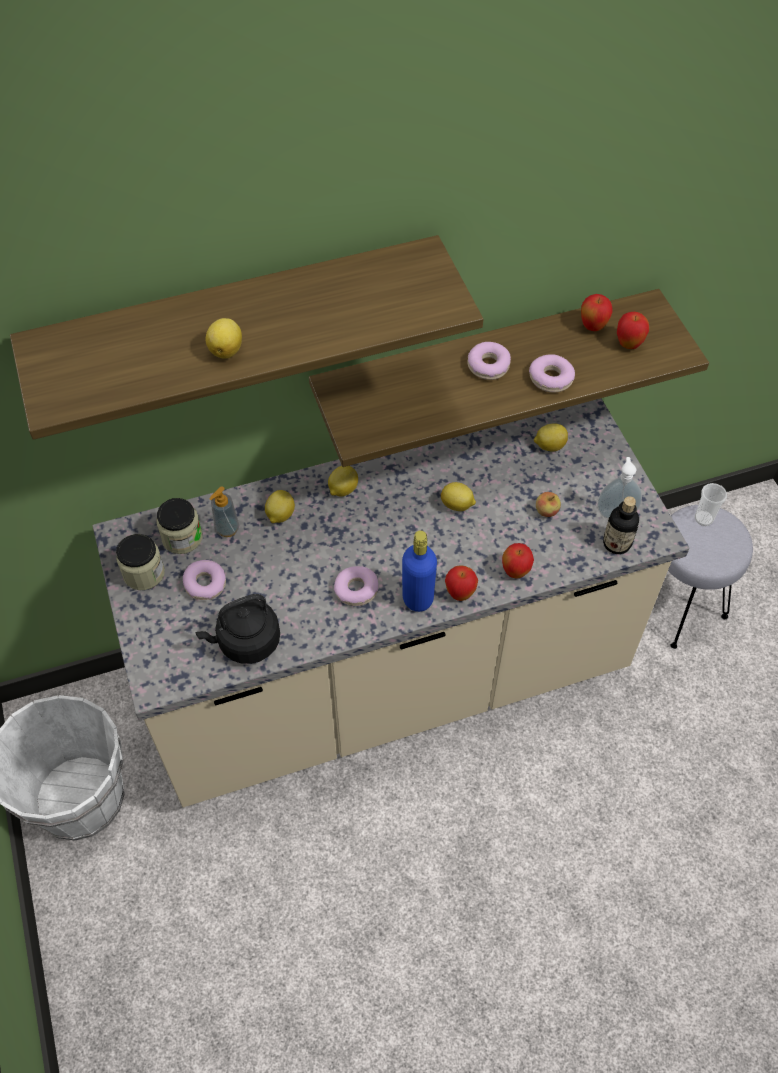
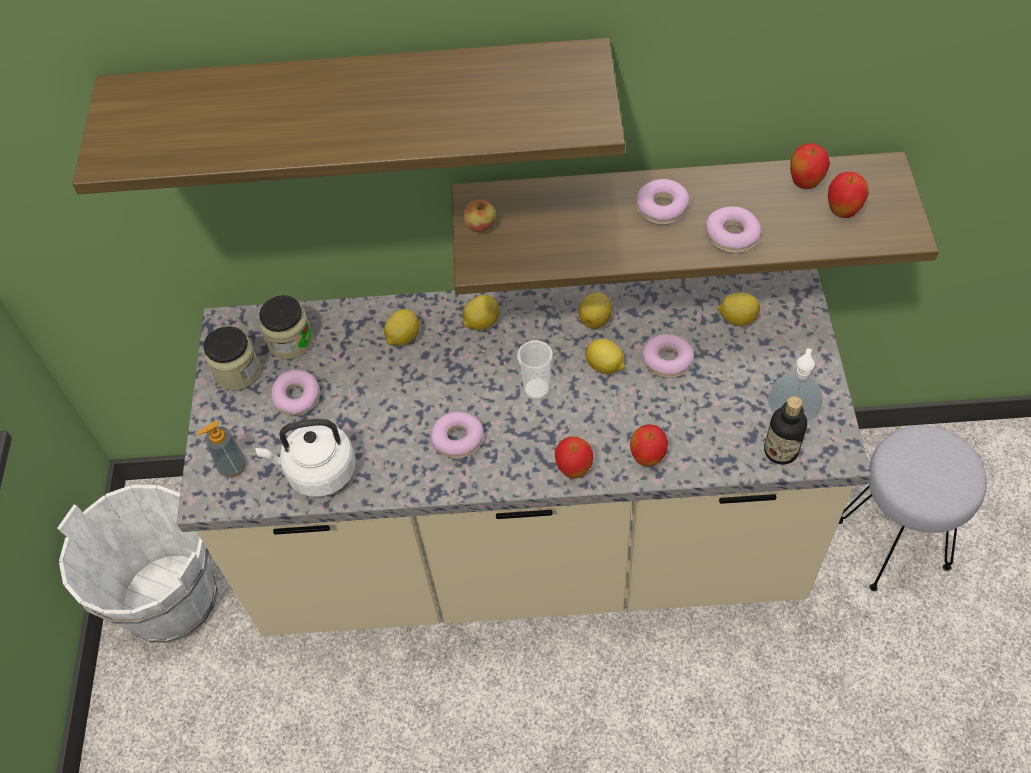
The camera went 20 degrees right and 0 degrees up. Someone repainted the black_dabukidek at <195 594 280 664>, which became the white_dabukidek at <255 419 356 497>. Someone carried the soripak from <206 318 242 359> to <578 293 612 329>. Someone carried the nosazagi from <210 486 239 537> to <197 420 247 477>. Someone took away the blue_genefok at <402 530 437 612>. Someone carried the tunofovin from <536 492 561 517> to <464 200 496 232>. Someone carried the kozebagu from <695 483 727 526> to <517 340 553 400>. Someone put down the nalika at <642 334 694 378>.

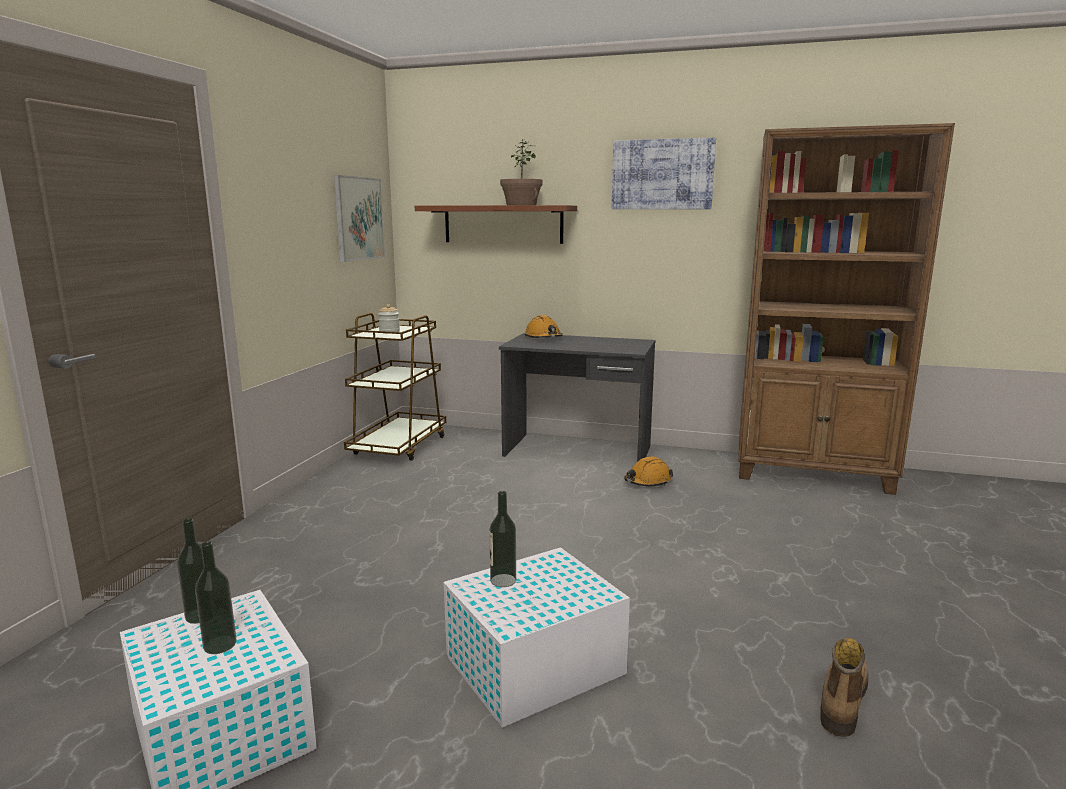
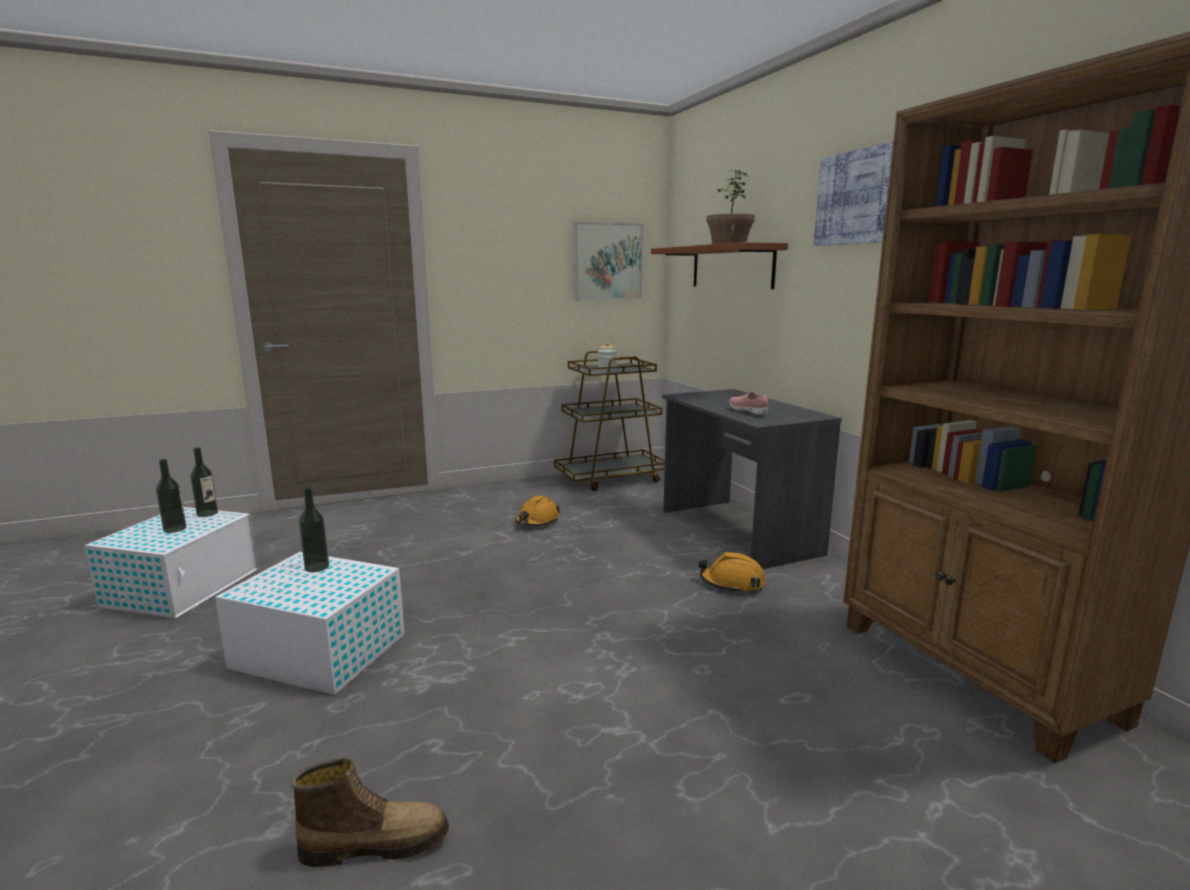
The camera went 50 degrees right and 0 degrees up. Someone carried the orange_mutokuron from <525 315 563 338> to <515 496 560 526>. Someone put down the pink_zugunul at <729 392 768 415>.

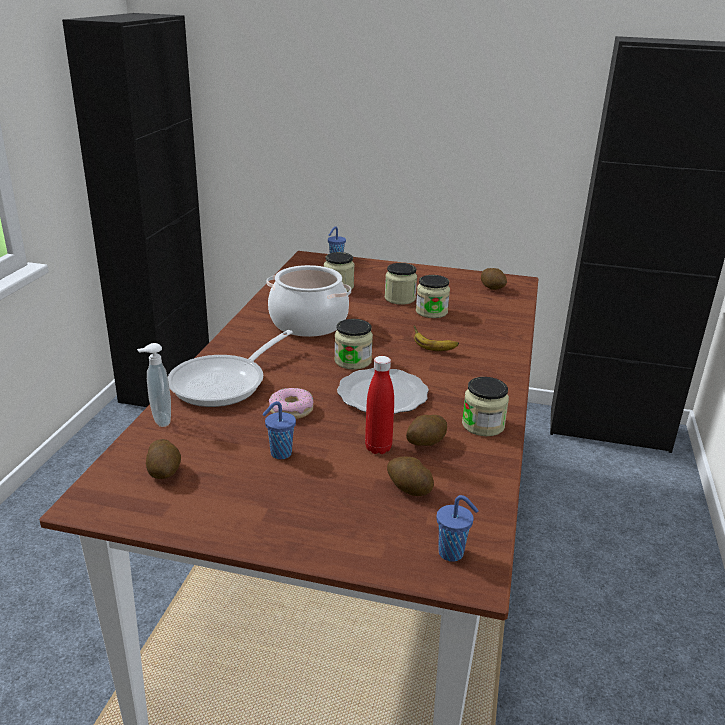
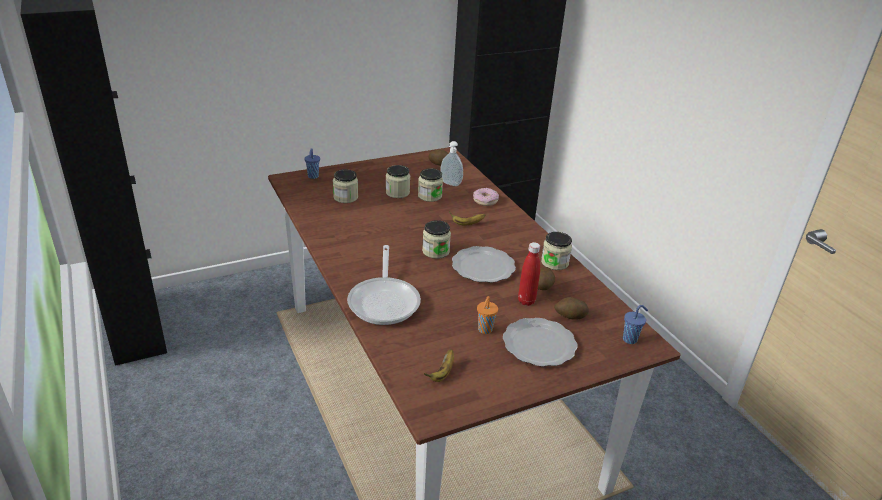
The camera went 40 degrees left and 5 degrees up. Someone carried the nosazagi from <137 343 171 427> to <440 141 463 186>. Someone swapped the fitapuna at <146 439 181 479> for the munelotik at <424 349 454 382>. Someone repainted the blue_kozebagu at <262 401 296 459>, which became the orange_kozebagu at <477 296 498 334>. Someone took away the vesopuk at <267 265 351 337>. Someone carried the nalika from <269 388 313 419> to <473 188 499 206>. Someone put down the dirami at <503 318 578 367>.

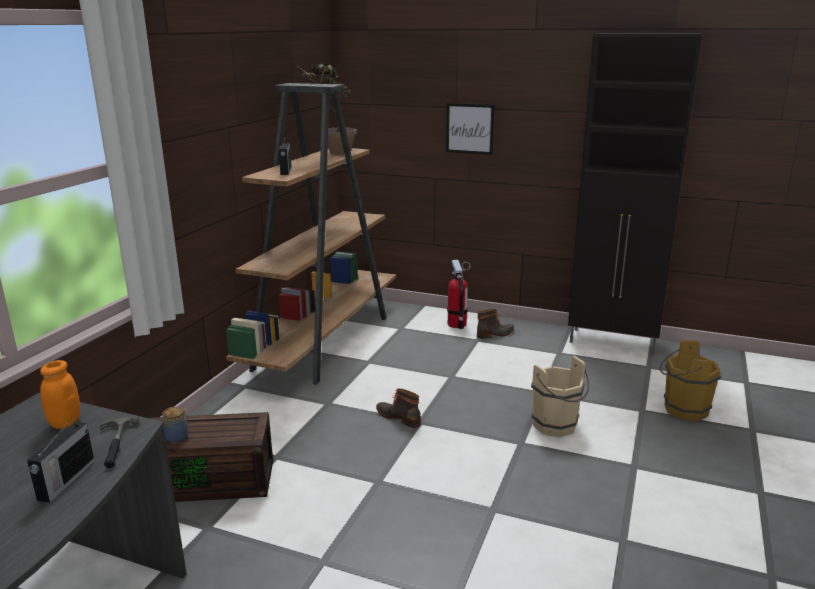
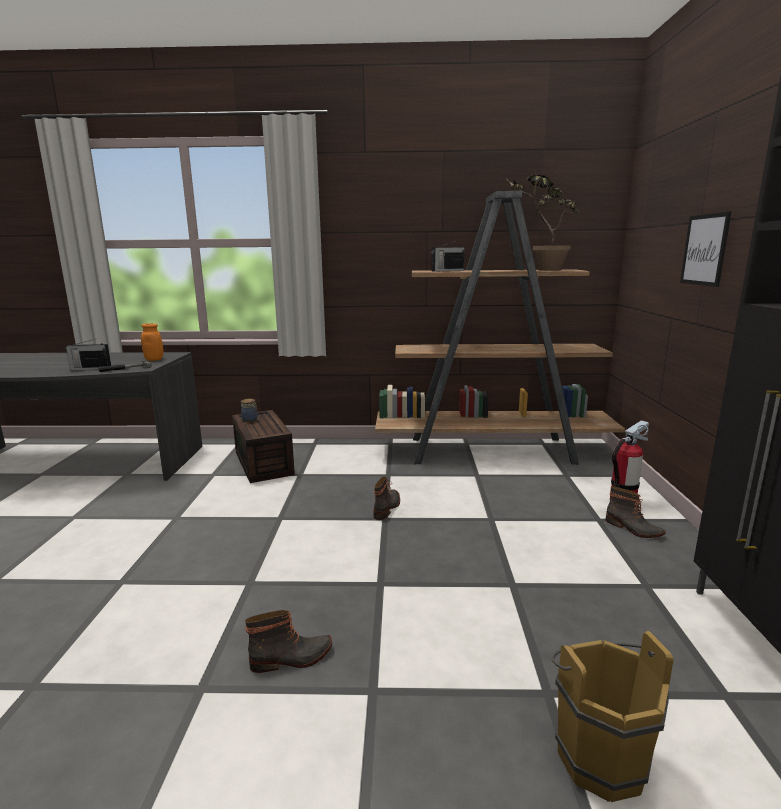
The camera went 70 degrees right and 5 degrees down. Someone took away the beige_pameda at <531 356 589 437>. Someone put down the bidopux at <245 610 332 673>.

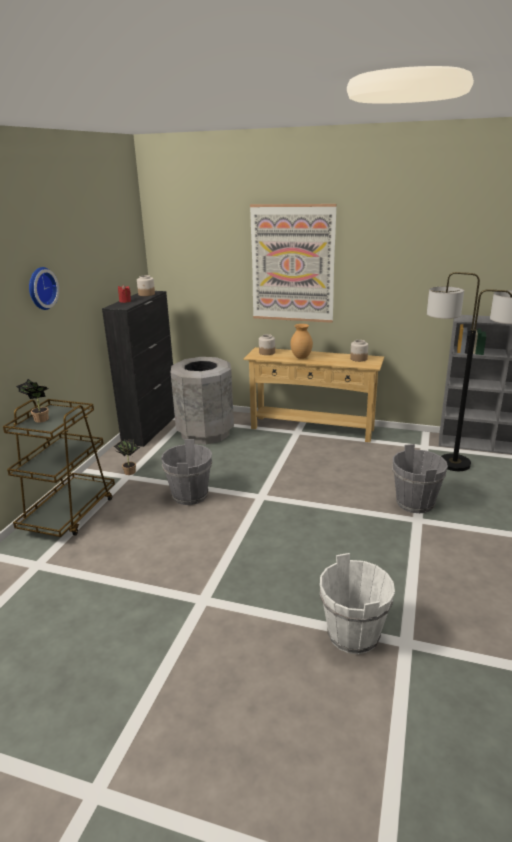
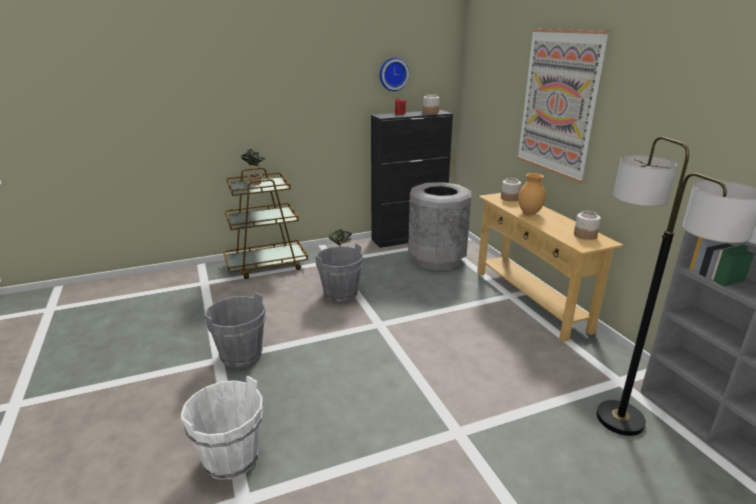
The camera went 50 degrees right and 0 degrees up. Someone carried the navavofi from <29 267 59 310> to <380 57 409 91>. Someone carried the grey_pameda from <392 444 448 513> to <204 292 266 367>.

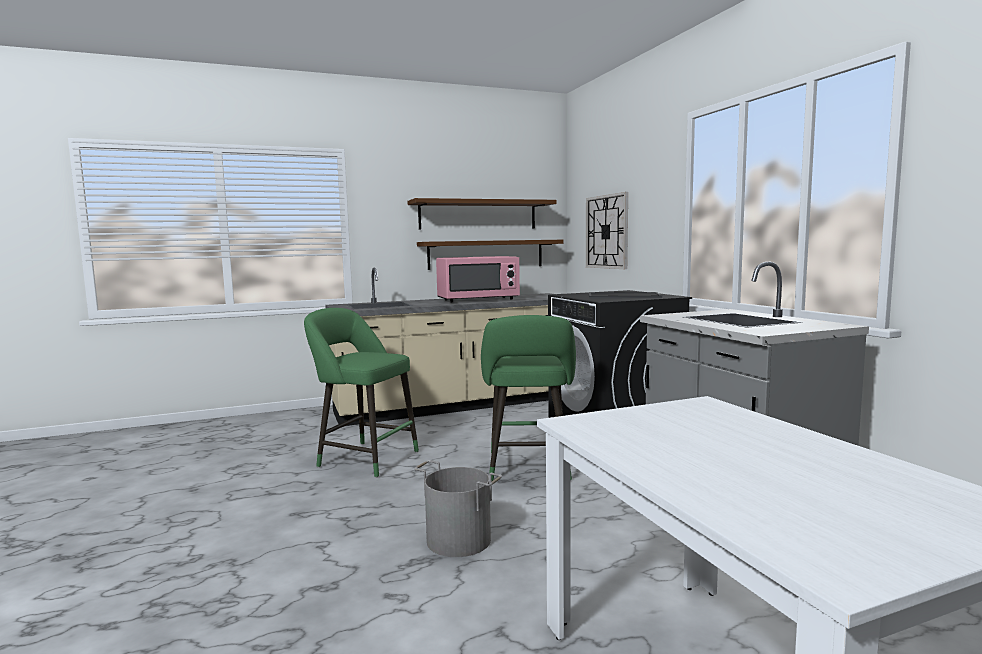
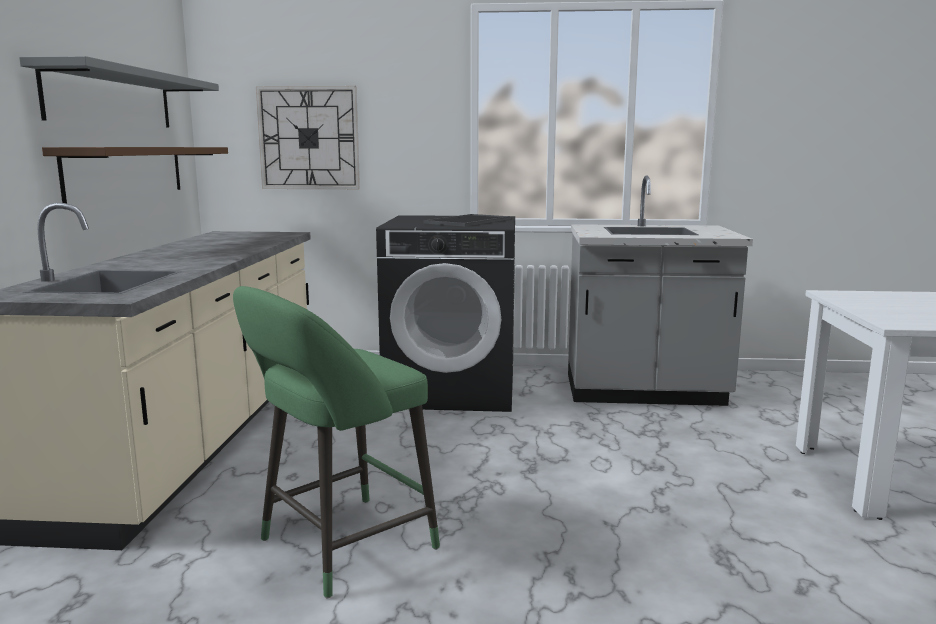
The camera went 65 degrees left and 5 degrees up. Someone repainted the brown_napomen at <408 198 557 229>, which became the grey_napomen at <19 56 219 128>. Someone took away the grey_pameda at <414 460 502 557>. Someone took away the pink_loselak at <436 256 520 302>. Someone took away the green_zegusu at <481 315 576 481>.

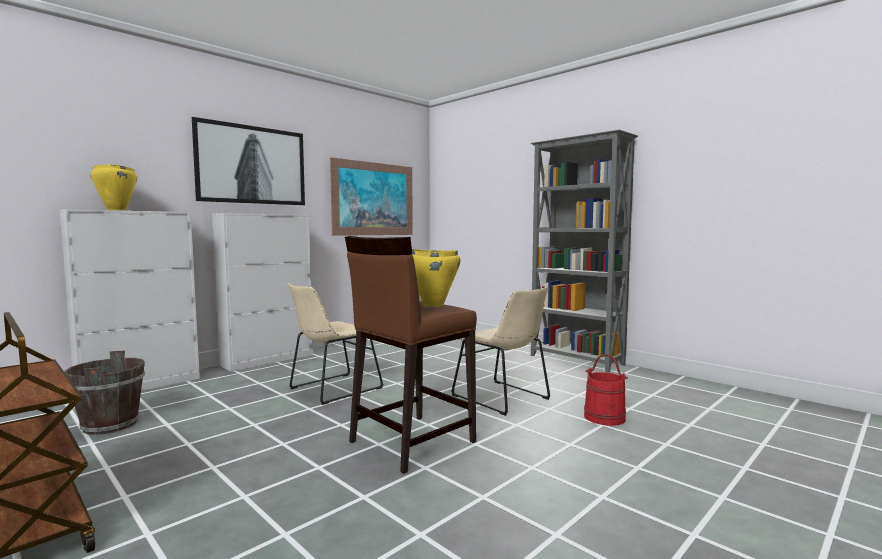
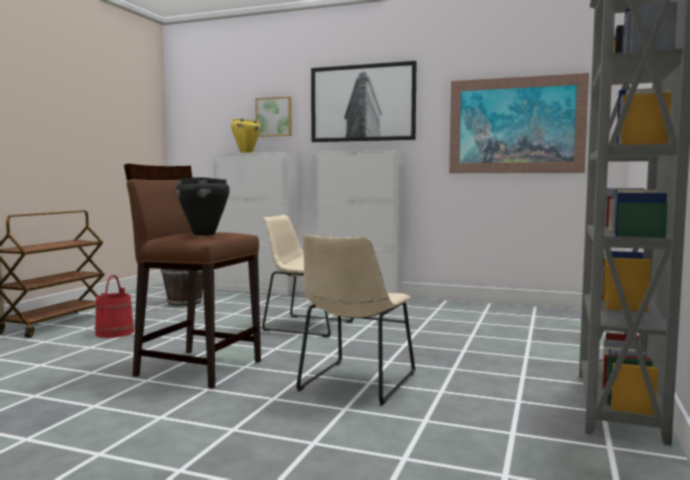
The camera went 65 degrees right and 0 degrees up. Someone repainted the yellow_vesopuk at <412 249 461 307>, which became the black_vesopuk at <176 177 230 236>. Someone carried the red_pameda from <584 354 628 426> to <95 275 134 338>. Someone put up the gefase at <255 96 292 137>.

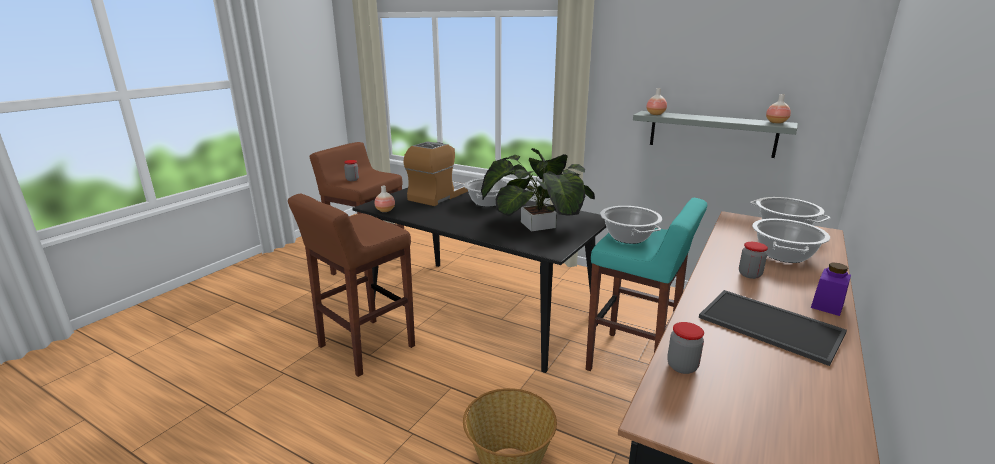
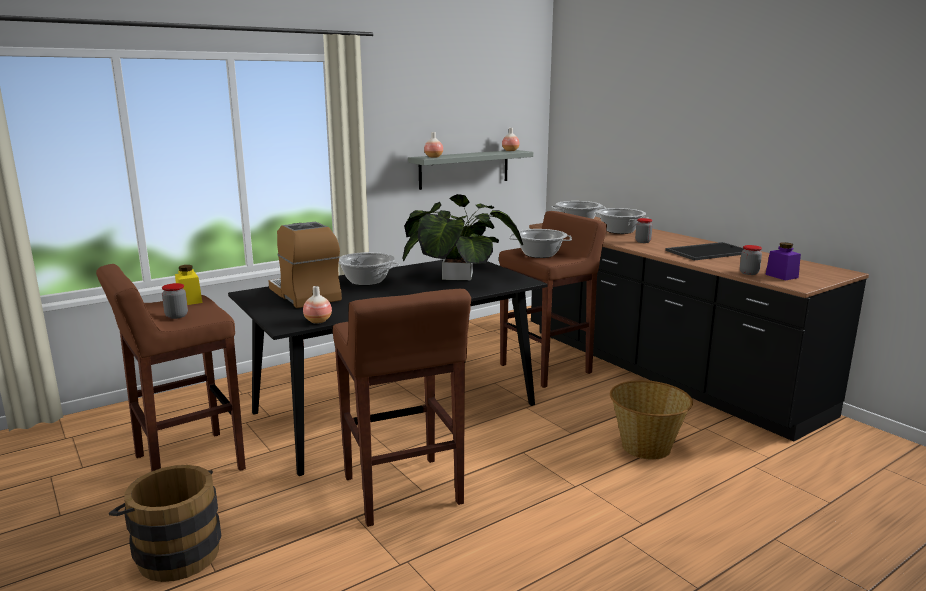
The camera went 65 degrees left and 5 degrees down. Someone repainted the turquoise_zegusu at <586 198 707 371>, which became the brown_zegusu at <499 211 607 388>. Someone carried the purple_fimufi from <811 262 851 316> to <765 242 801 280>. Someone put down the brown_pameda at <109 465 221 582>. Someone put down the yellow_fimufi at <175 265 202 305>.

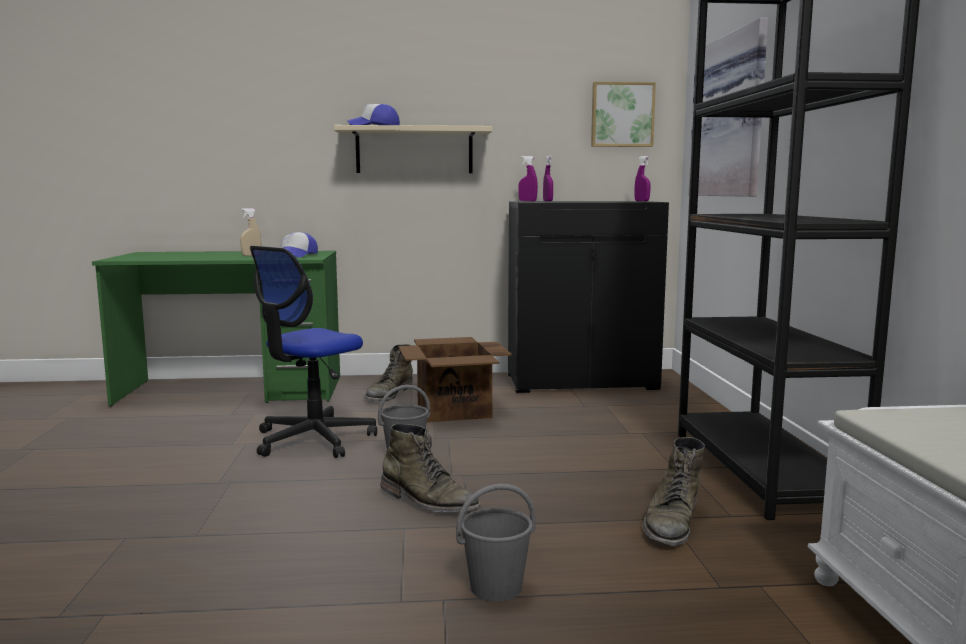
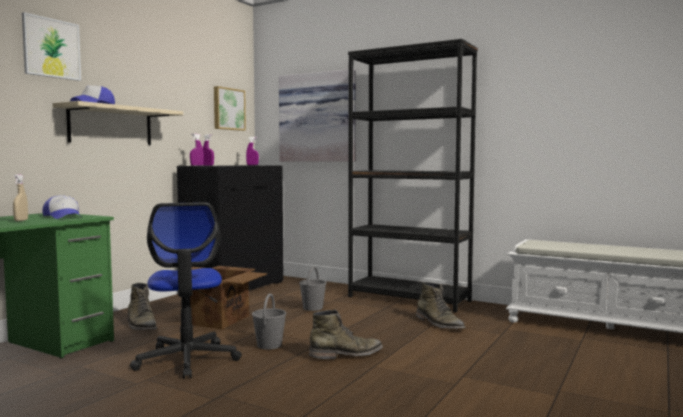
The camera went 55 degrees left and 5 degrees down. Someone carried the grey_pameda from <456 484 536 602> to <299 267 327 311>. Someone put up the gefase at <22 12 81 81>.

